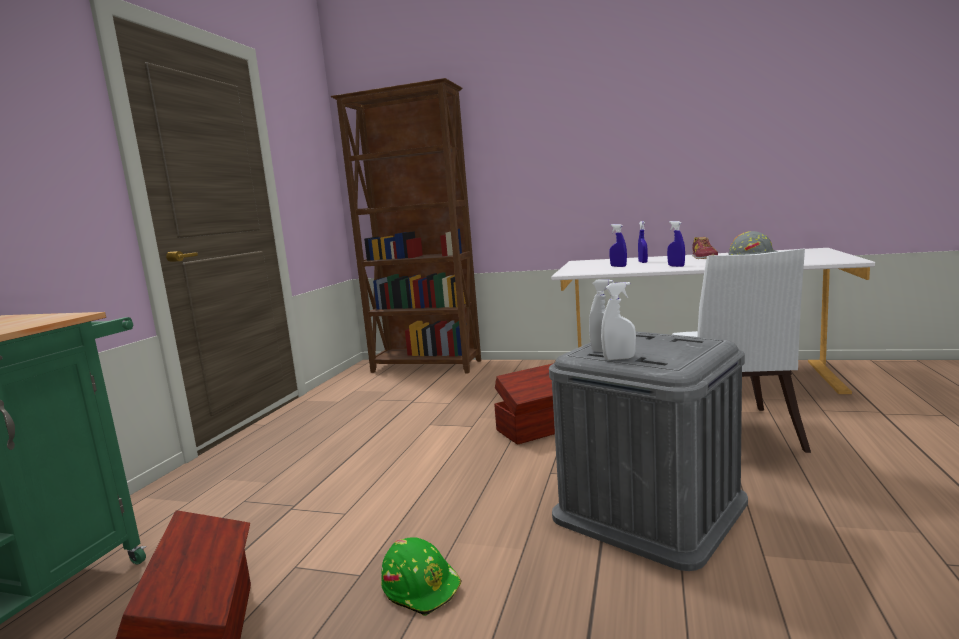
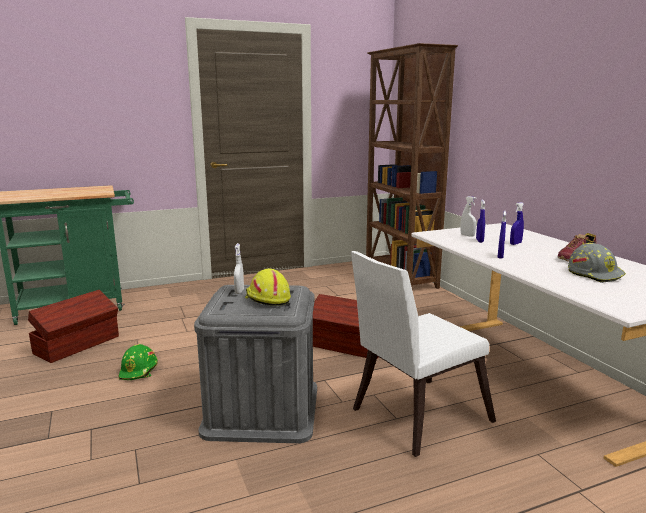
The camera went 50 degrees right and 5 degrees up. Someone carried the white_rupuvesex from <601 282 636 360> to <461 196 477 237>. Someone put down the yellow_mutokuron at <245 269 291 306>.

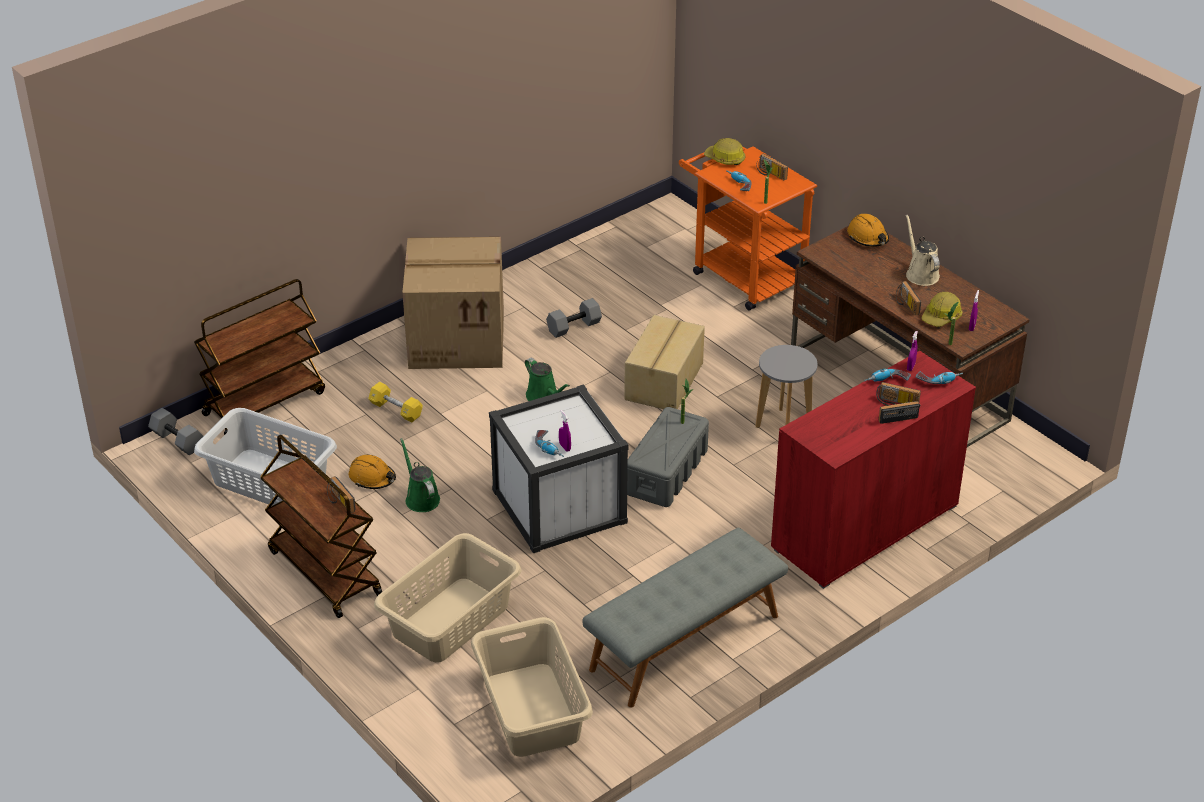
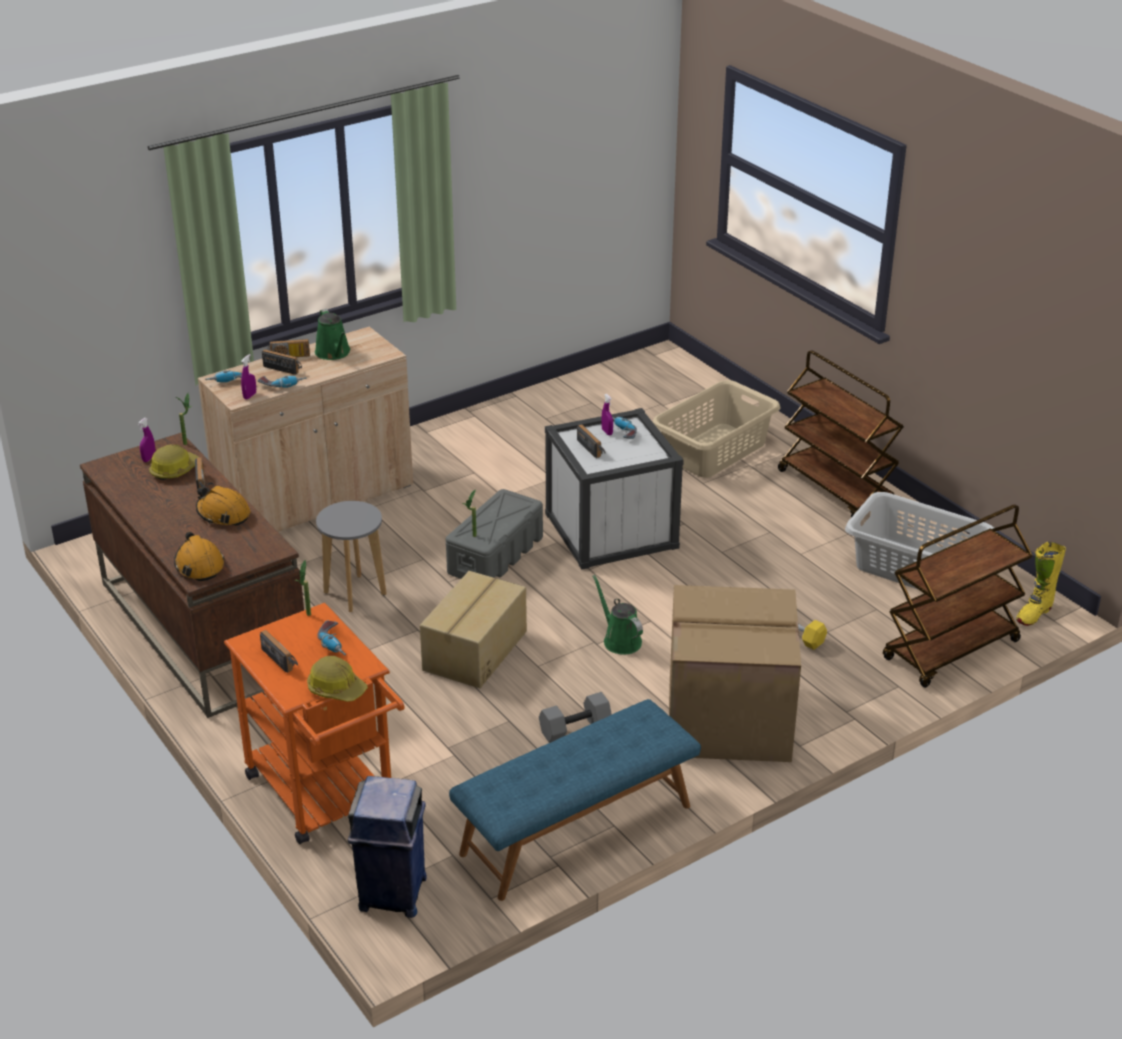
The camera went 175 degrees left and 5 degrees down. Someone swapped the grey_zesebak at <148 408 203 455> for the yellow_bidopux at <1016 542 1066 626>. Someone carried the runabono from <327 476 356 513> to <577 424 605 458>. Someone carried the orange_mutokuron from <349 454 396 489> to <196 486 250 526>. Someone carried the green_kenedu from <400 438 440 512> to <315 309 350 360>. Someone took away the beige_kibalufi at <471 617 593 757>. Someone took away the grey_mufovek at <582 528 788 708>. Someone repainted the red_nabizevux at <771 351 976 589>, which became the beige_nabizevux at <198 326 413 532>. Someone took away the beige_kenedu at <906 214 940 286>. Someone put down the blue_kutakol at <348 776 427 918>. Someone put down the blue_mufovek at <449 699 701 901>.

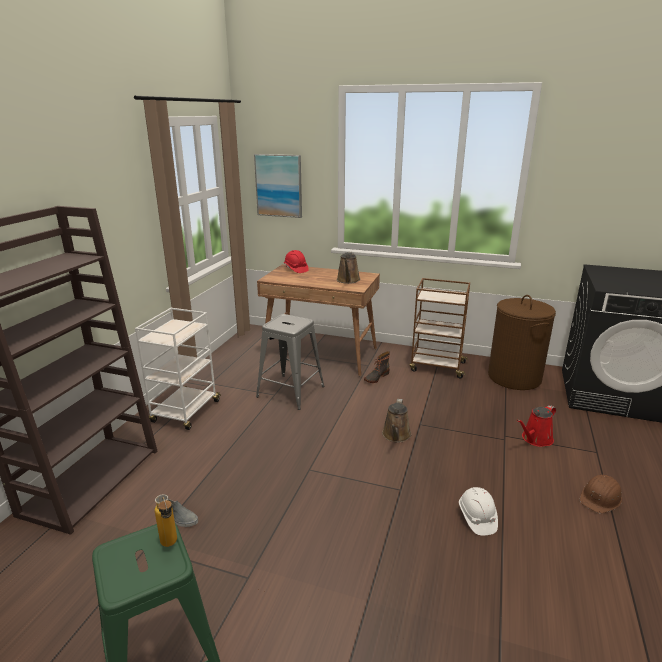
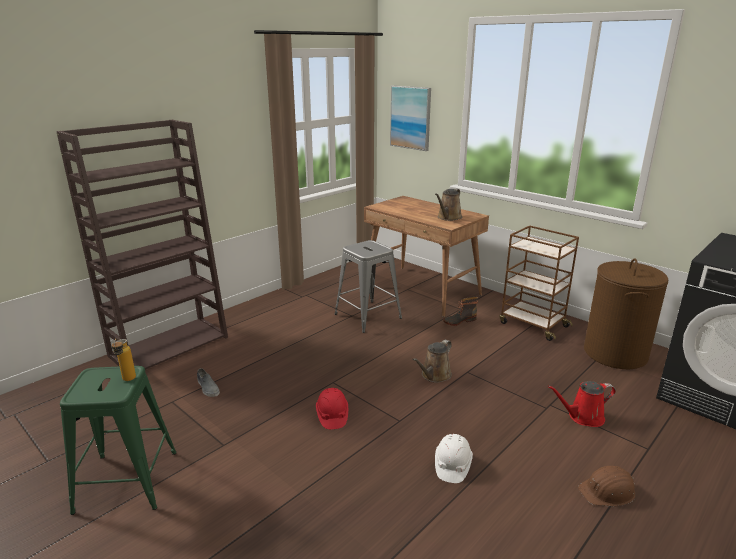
The camera went 25 degrees right and 0 degrees up. Someone took away the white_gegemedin at <135 308 221 430>. Someone carried the red_mutokuron from <284 250 309 273> to <316 388 348 429>.

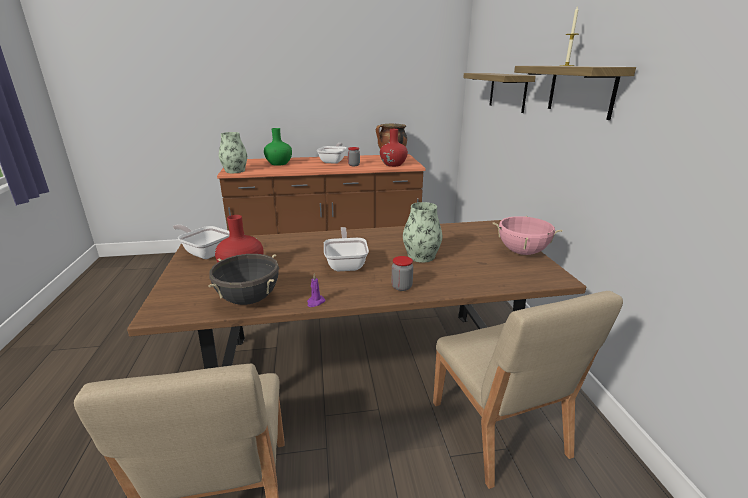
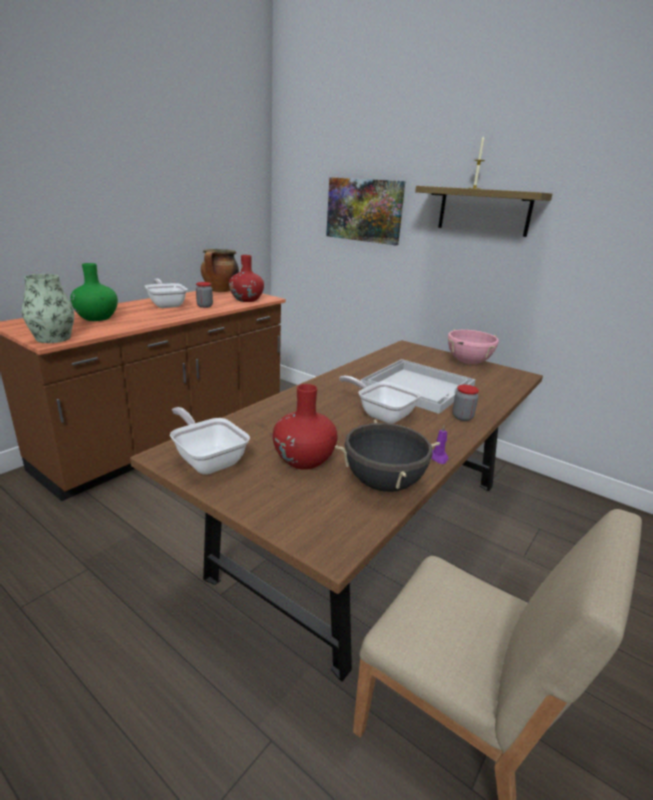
The camera went 45 degrees left and 0 degrees up. Someone rotated the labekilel at <173 224 230 259> by 60 degrees clockwise. Someone swapped the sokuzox at <403 202 443 263> for the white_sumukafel at <360 359 476 414>. Someone took away the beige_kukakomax at <433 291 623 489>. Someone swapped the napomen at <463 73 536 113> for the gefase at <326 177 406 245>.

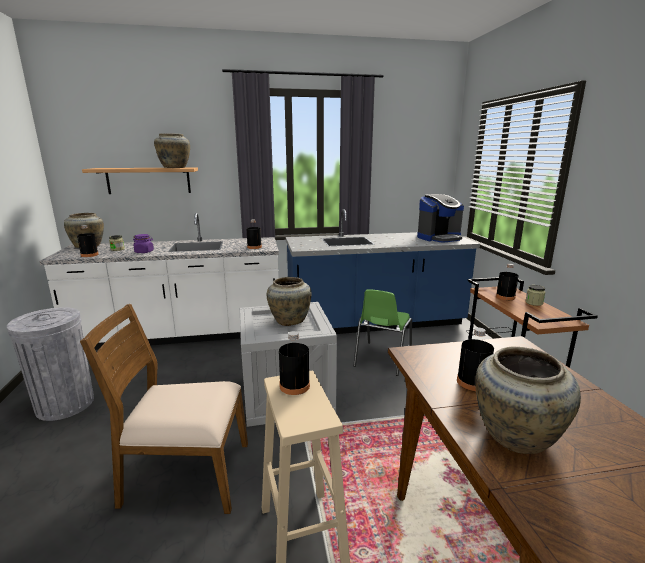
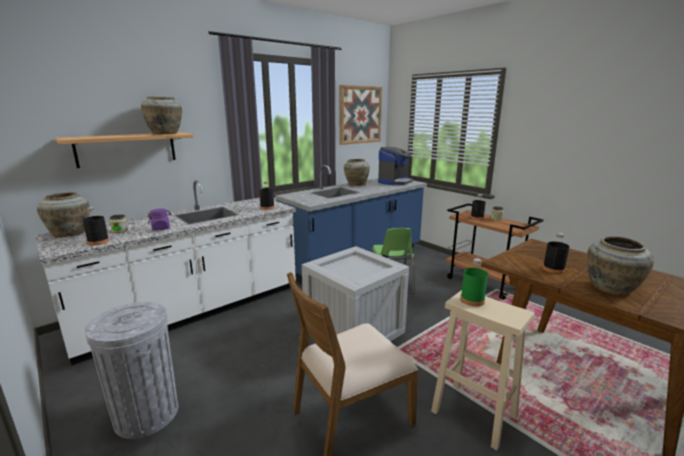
The camera went 30 degrees left and 0 degrees up. Someone carried the beige_sokuzox from <267 277 312 326> to <344 159 370 186>. Someone repainted the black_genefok at <279 331 310 395>, which became the green_genefok at <460 258 488 306>. Someone put up the gefase at <340 85 382 145>.

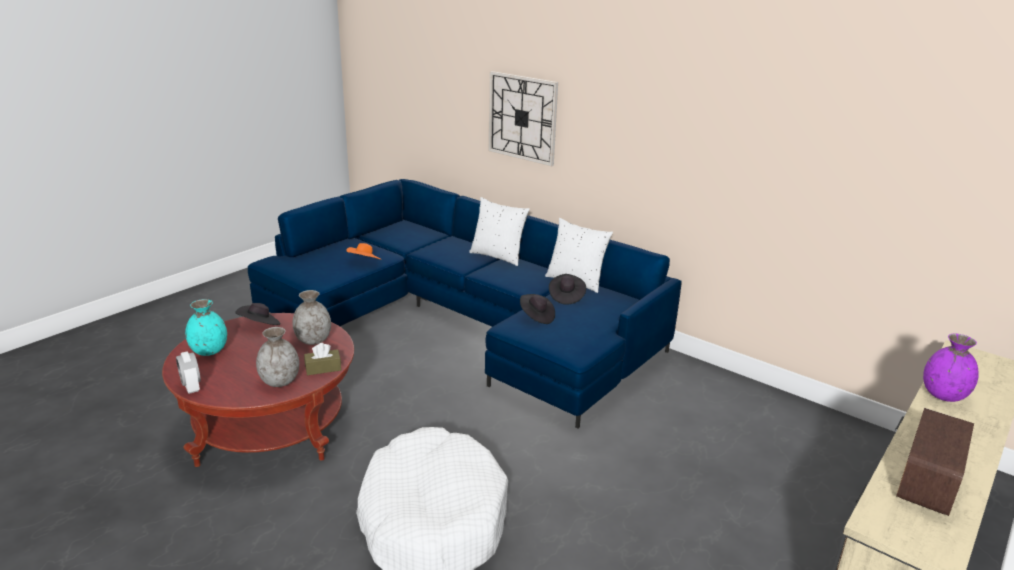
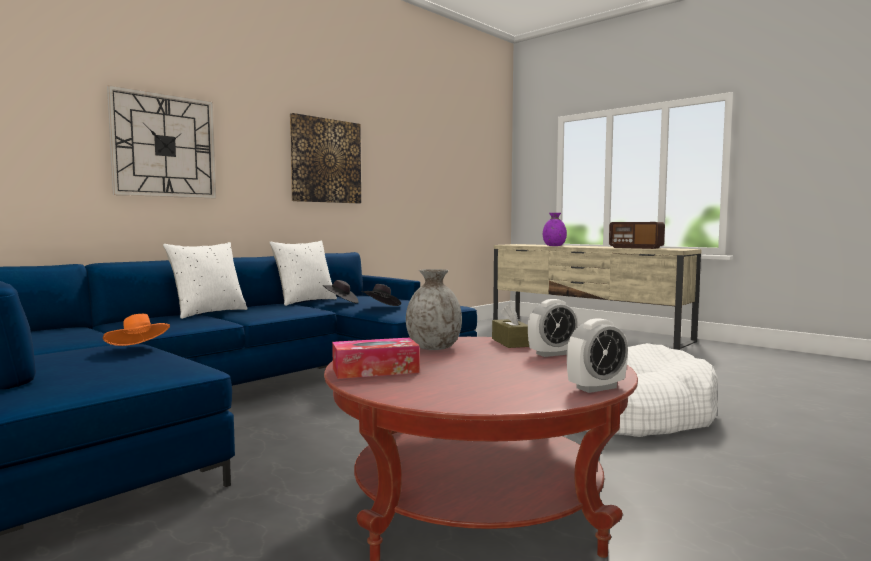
The camera went 85 degrees left and 20 degrees down. Someone took away the turquoise_sokuzox at <185 299 227 356>. Someone swapped the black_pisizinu at <235 303 280 325> for the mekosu at <332 338 420 379>. Someone swapped the grey_sokuzox at <256 327 299 387> for the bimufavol at <528 299 578 357>. Someone put up the gefase at <290 113 361 203>.

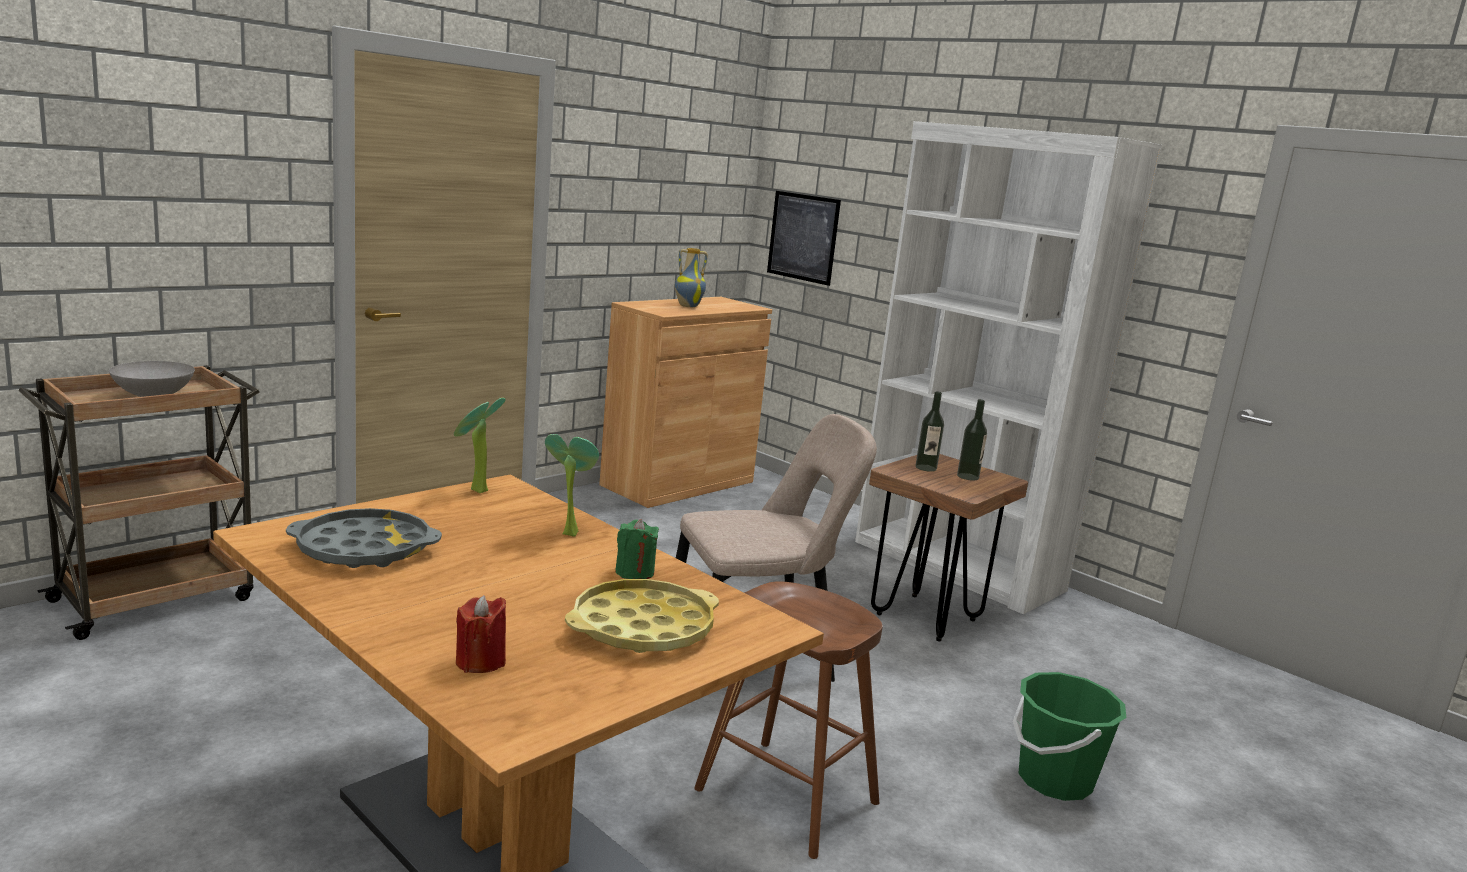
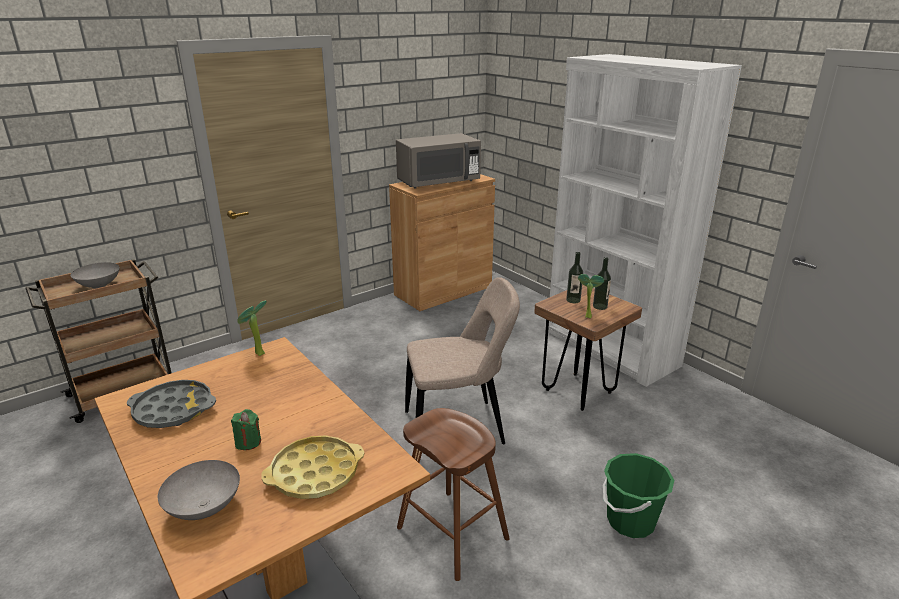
The camera went 10 degrees right and 10 degrees up. Someone swapped the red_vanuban at <456 595 506 673> for the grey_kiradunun at <158 460 240 520>. Someone carried the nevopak from <545 434 599 537> to <578 274 604 318>. Someone carried the green_vanuban from <615 519 659 579> to <231 409 261 450>. Someone swapped the sokuzox at <675 248 708 307> for the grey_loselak at <396 133 481 188>. Someone took away the gefase at <767 191 841 286>.

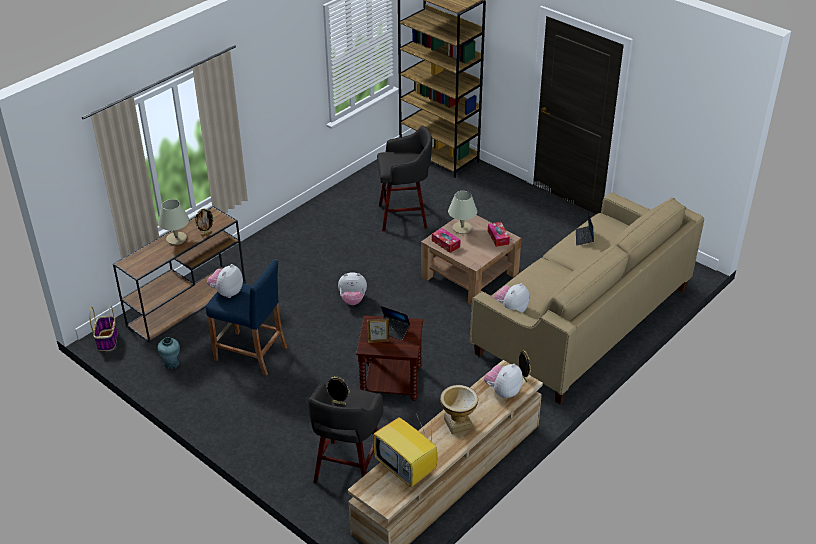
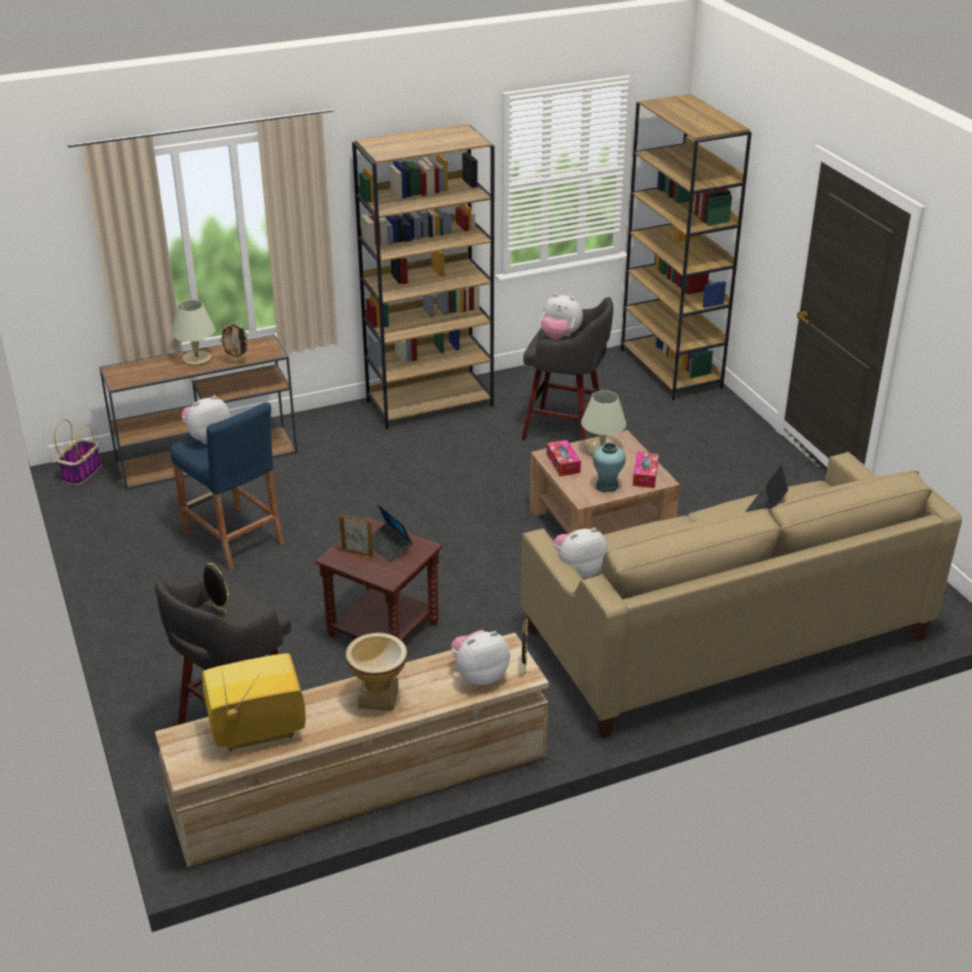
The camera went 25 degrees right and 5 degrees down. Someone carried the turquoise_sokuzox from <158 337 180 369> to <593 442 625 493>. Someone carried the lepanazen from <338 272 367 305> to <541 293 583 339>. Someone rotated the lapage at <373 414 437 487> by 90 degrees clockwise. Someone put down the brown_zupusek at <352 124 495 429>.

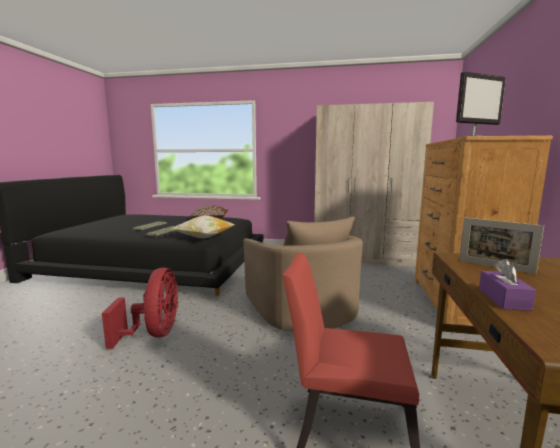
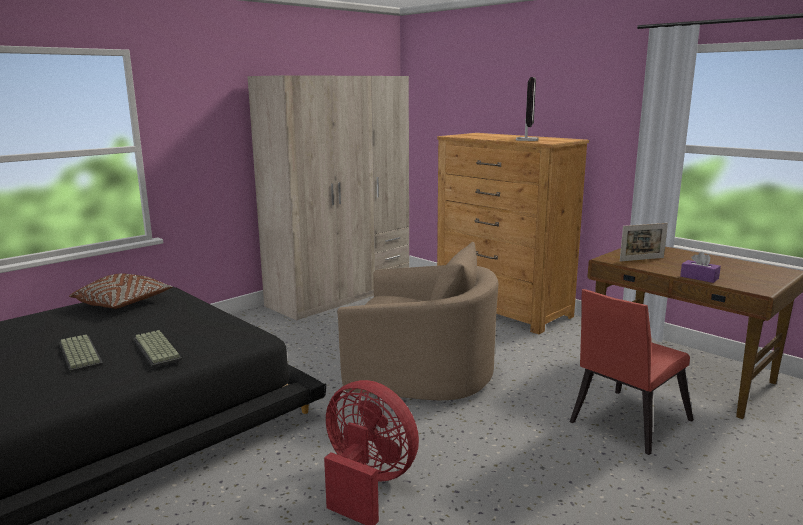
The camera went 55 degrees left and 5 degrees up. Someone took away the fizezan at <172 215 234 238>.

